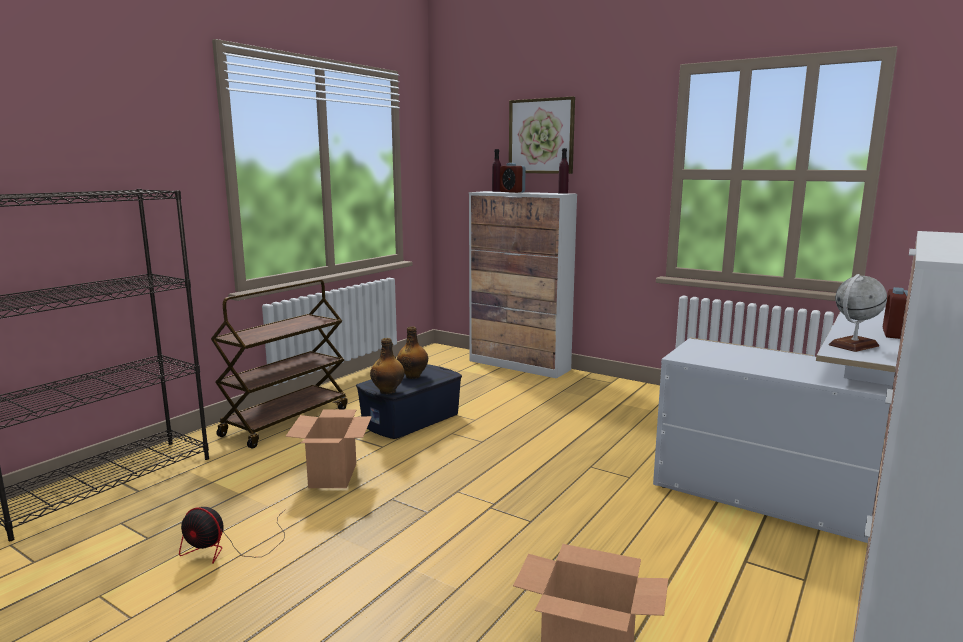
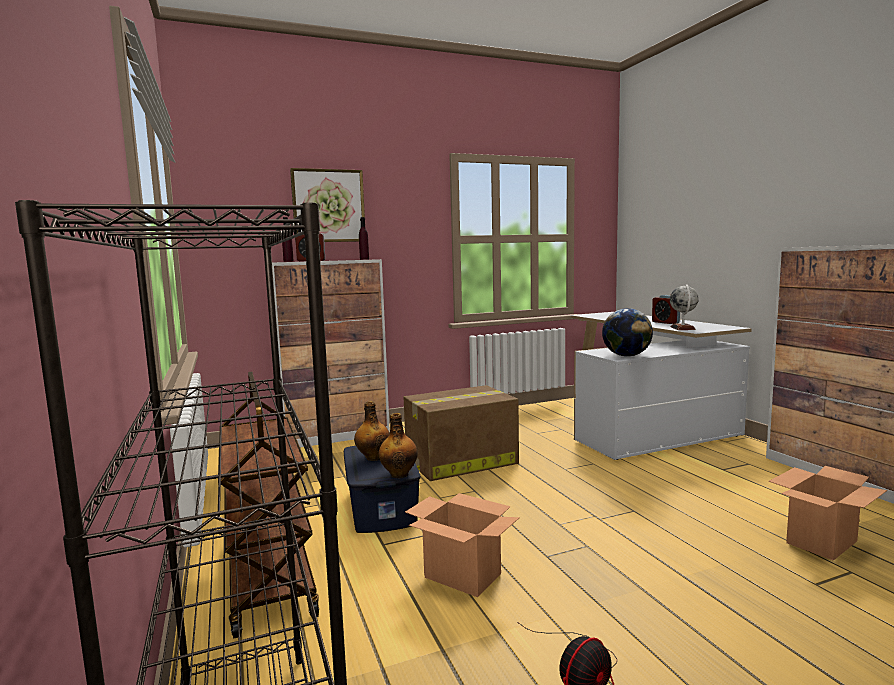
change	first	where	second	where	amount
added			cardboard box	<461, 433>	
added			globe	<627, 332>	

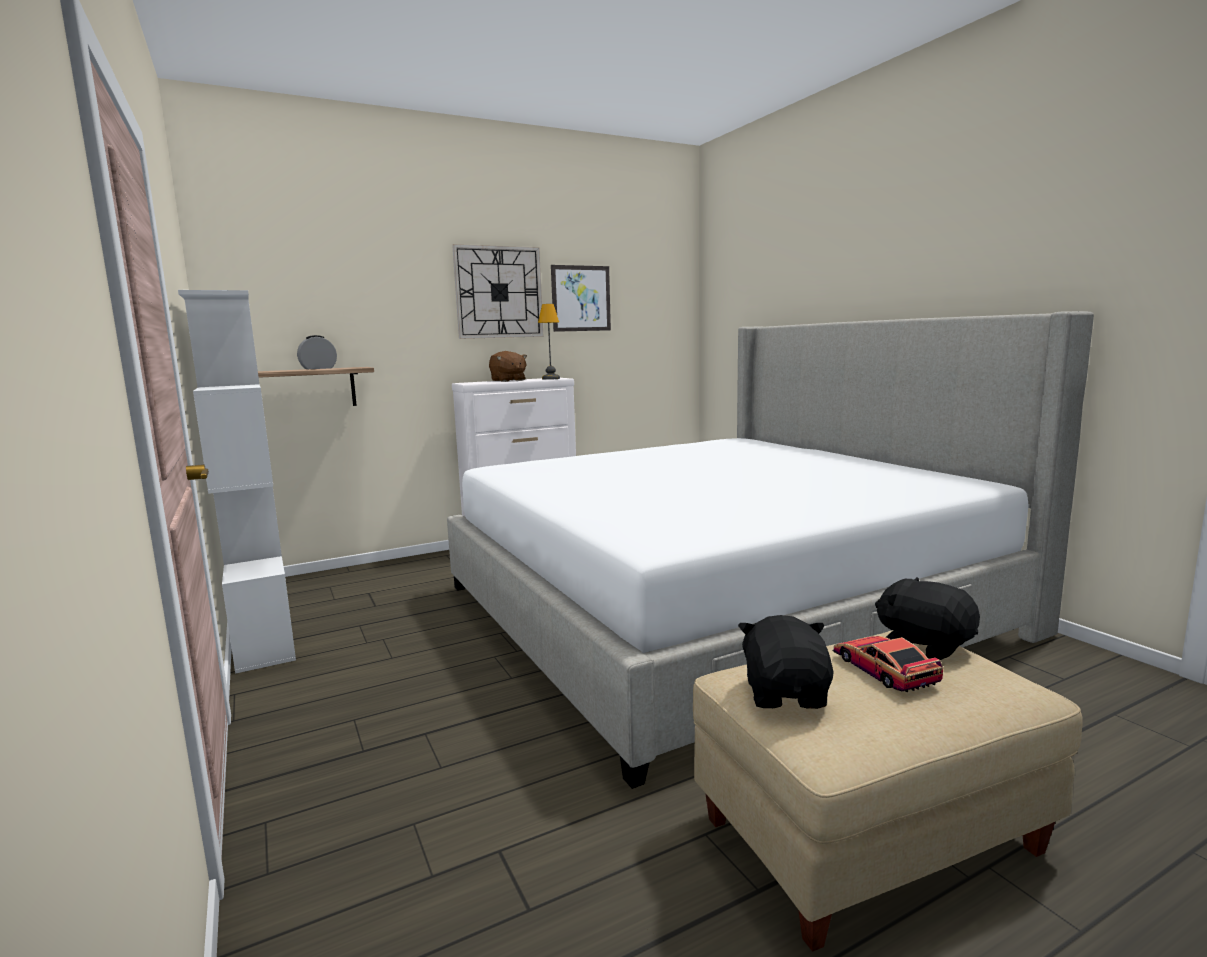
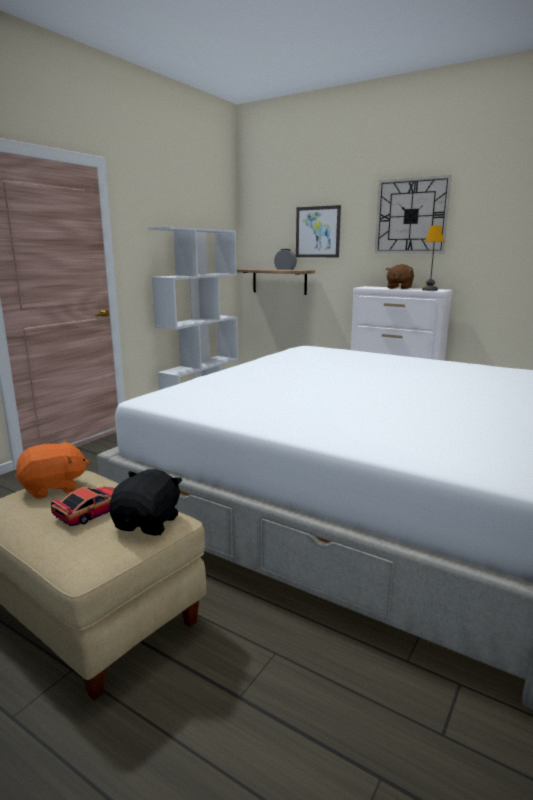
change	first	where	second	where	amount
moved	picture	<581, 298>		<318, 231>	
recoloured	black plush toy	<786, 662>	orange plush toy	<52, 469>	

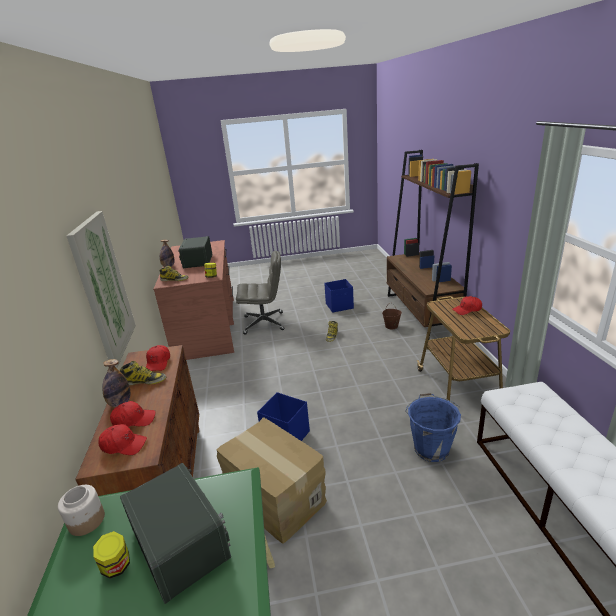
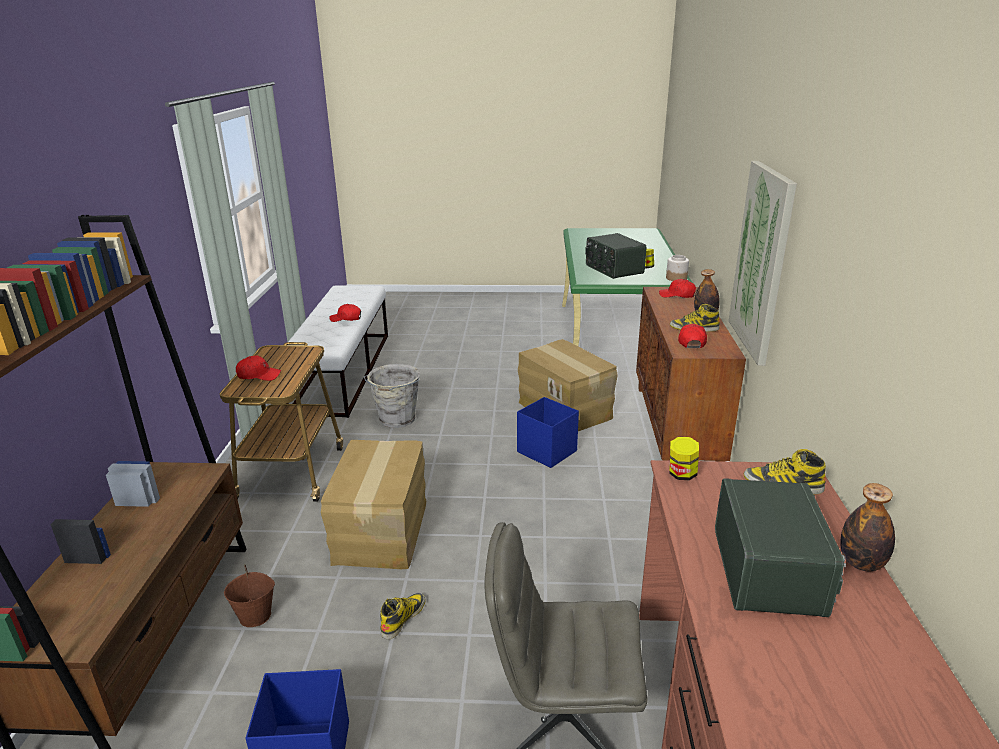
change	first	where	second	where	amount
moved	red cap	<133, 414>		<345, 313>	
recoloured	blue bucket	<433, 427>	grey bucket	<392, 396>	
added			cardboard box	<373, 504>	

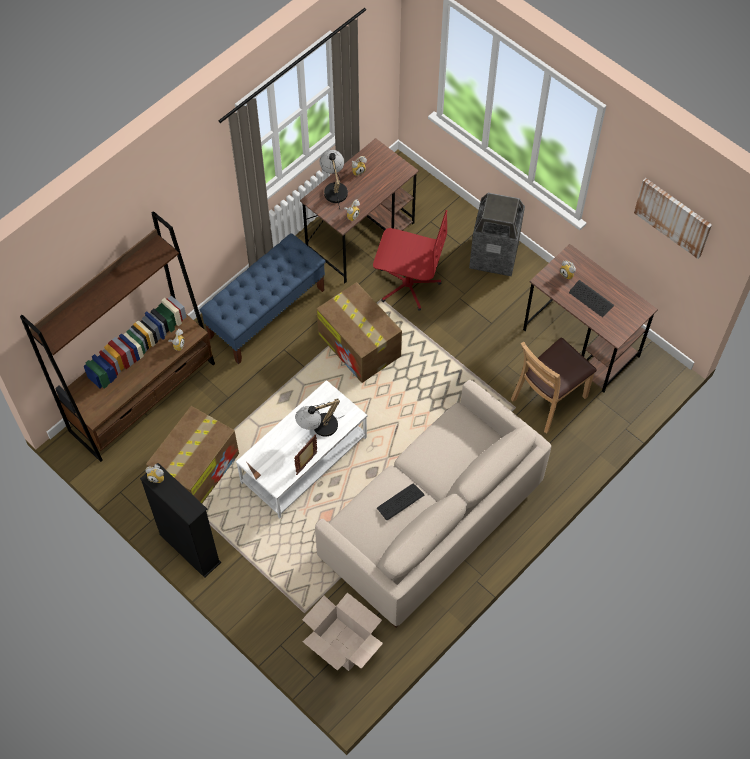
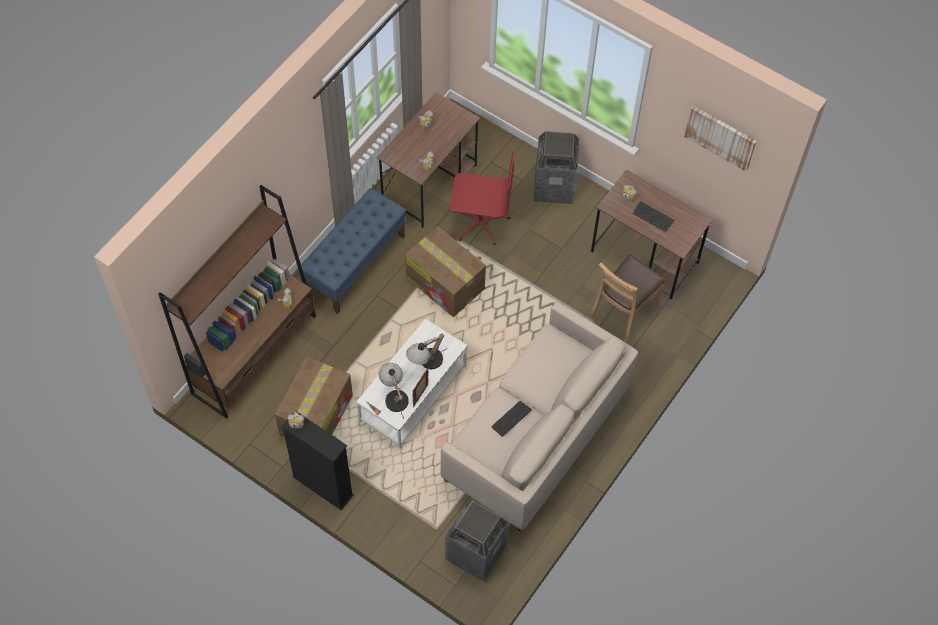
change	first	where	second	where	amount
replaced	cardboard box	<342, 632>	trash can	<477, 540>	
moved	table lamp	<334, 179>		<394, 391>	

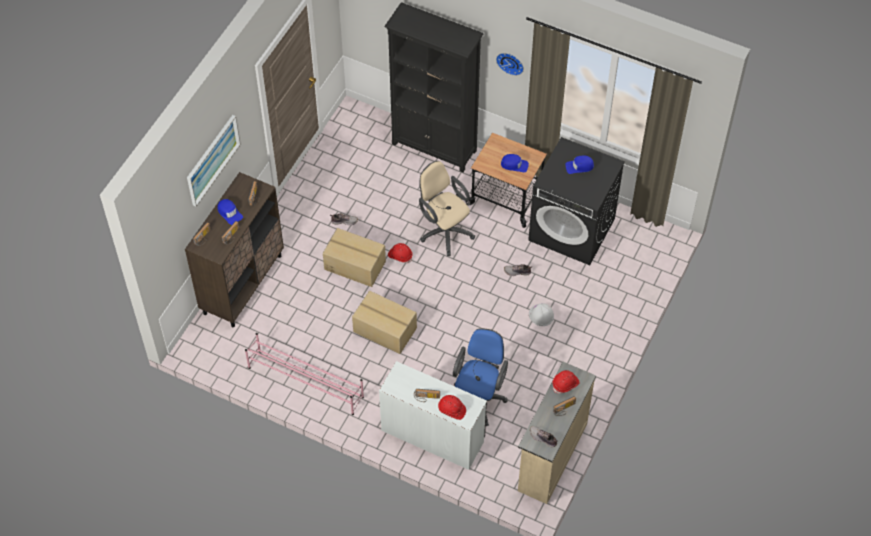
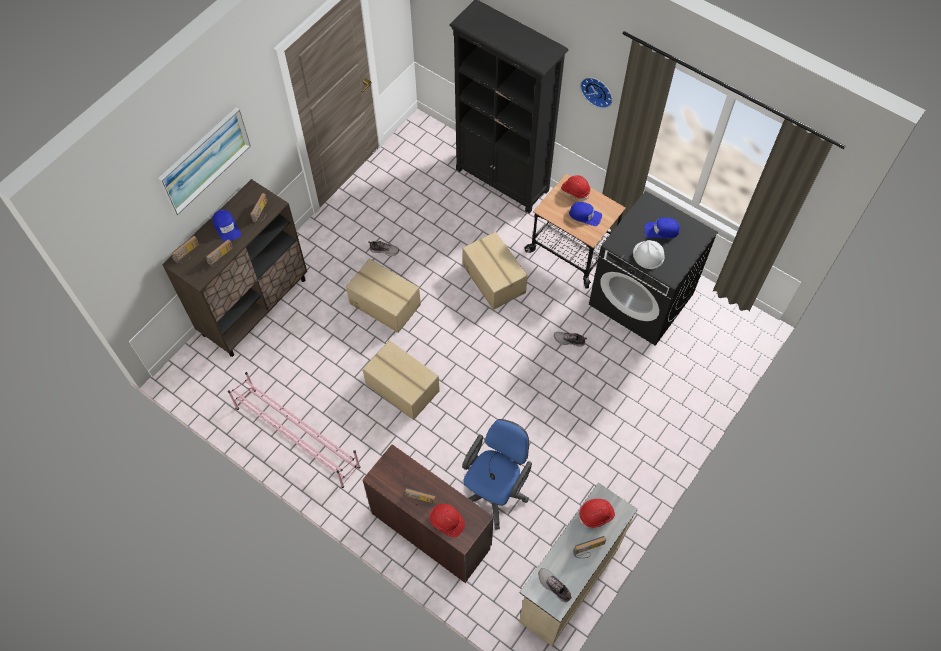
change	first	where	second	where	amount
recoloured	white desk	<433, 415>	brown desk	<428, 513>	
moved	red hard hat	<400, 253>		<576, 187>	
replaced	beige office chair	<447, 208>	cardboard box	<495, 271>	
moved	white hard hat	<541, 314>		<649, 254>	

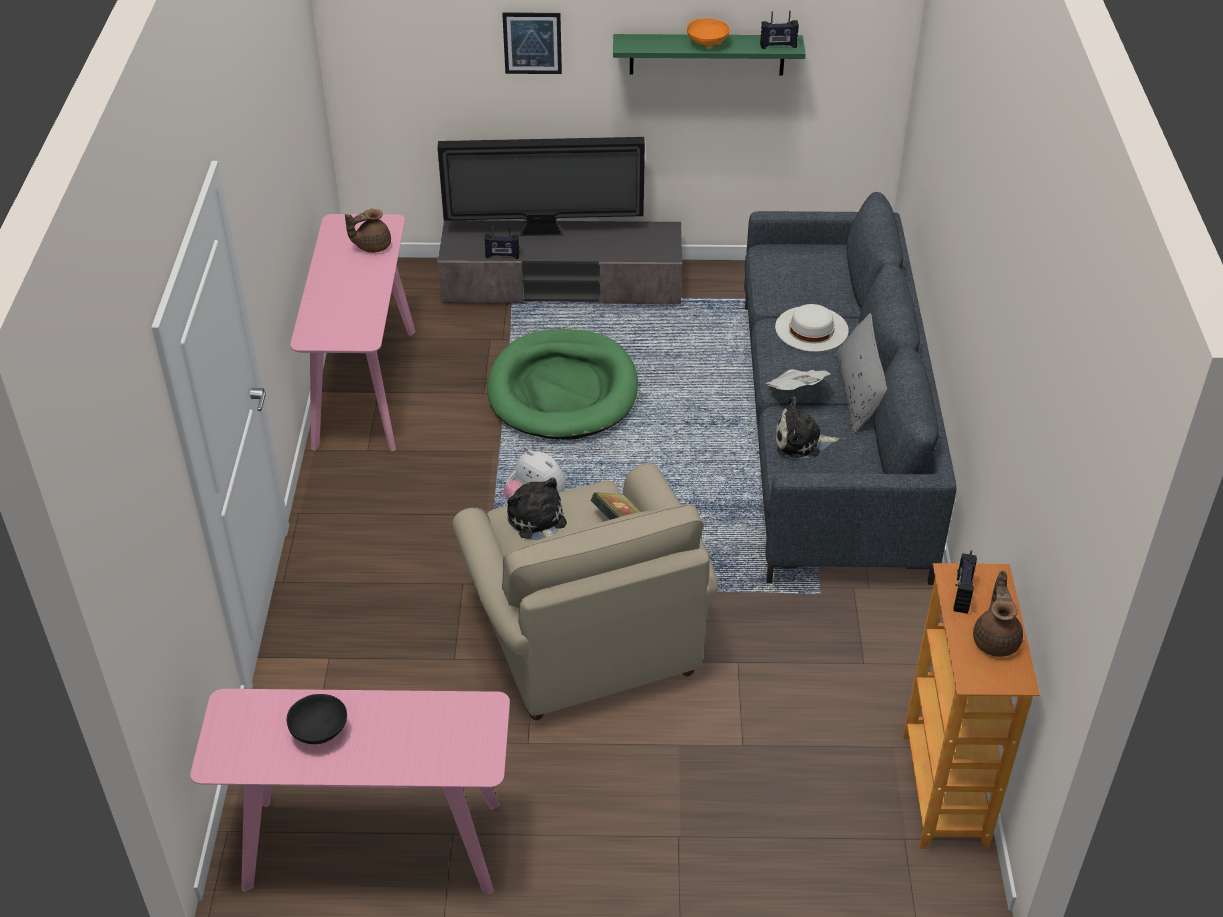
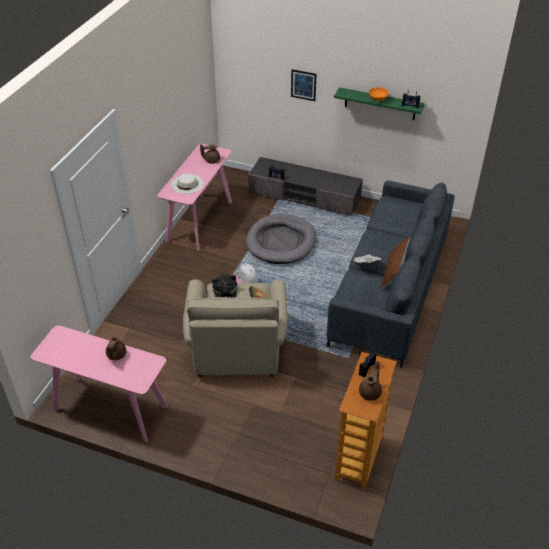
change	first	where	second	where	amount
removed	black bowl	<317, 719>			
removed	television	<541, 186>			
recoloured	green dog bed	<562, 384>	grey dog bed	<281, 239>	
moved	white hat	<812, 328>		<187, 183>	
removed	plush toy	<807, 427>			
recoloured	grey pillow	<860, 374>	brown pillow	<395, 263>	
added			brown teapot	<116, 347>	

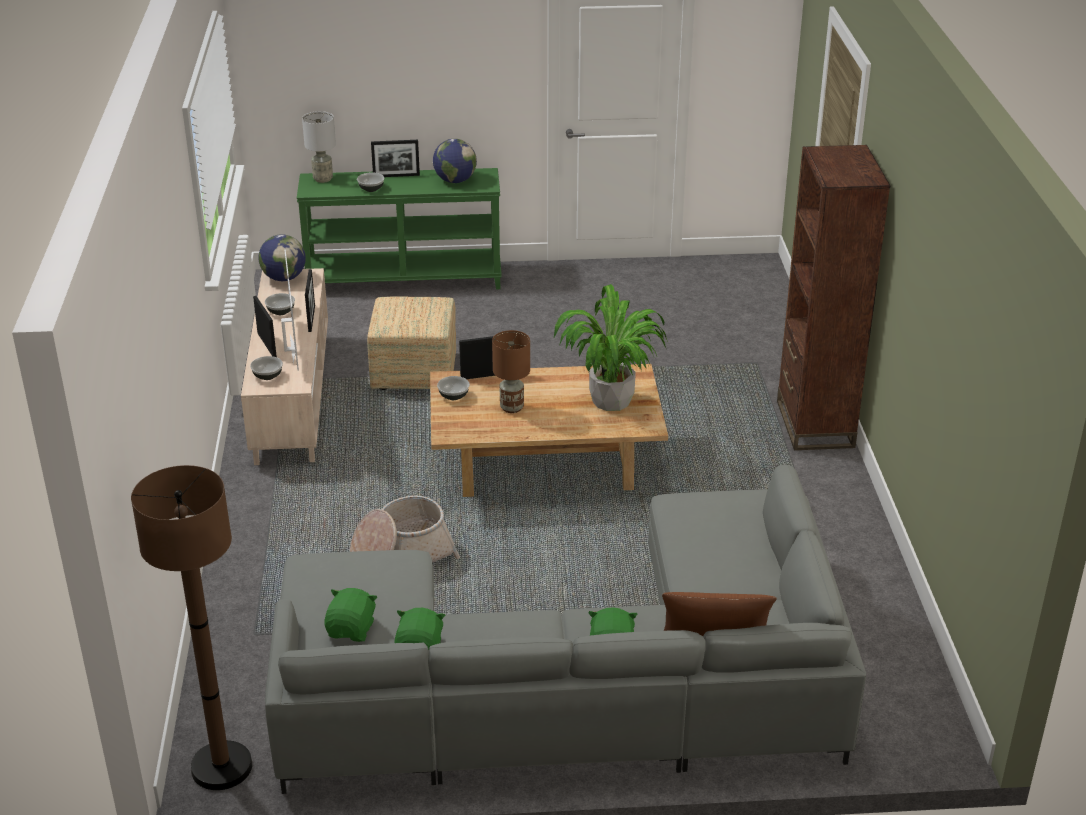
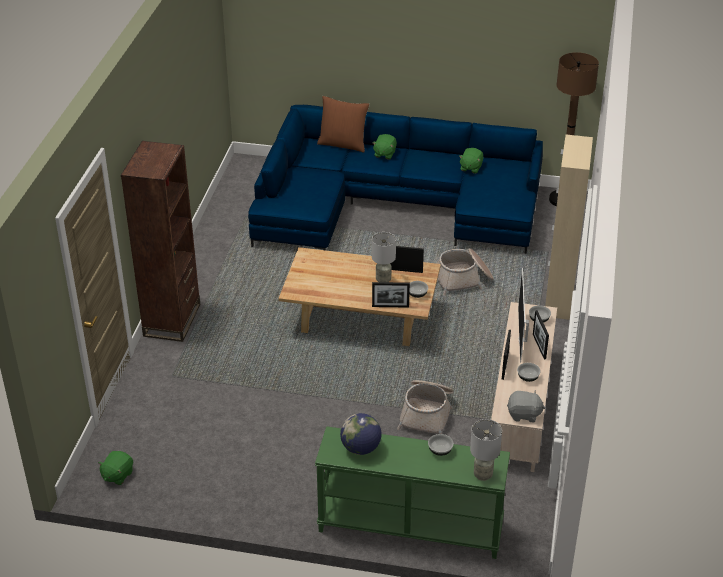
change	first	where	second	where	amount
replaced	globe	<282, 257>	grey plush toy	<526, 406>	
recoloured	grey sofa	<565, 629>	blue sofa	<395, 179>	
moved	green plush toy	<350, 615>		<115, 468>	
replaced	ottoman	<411, 343>	basket	<425, 407>	
moved	picture frame	<395, 158>		<407, 259>	
recoloured	brown table lamp	<511, 371>	grey table lamp	<384, 257>	
removed	potted plant	<611, 347>			
added			beige cabinet	<569, 227>	

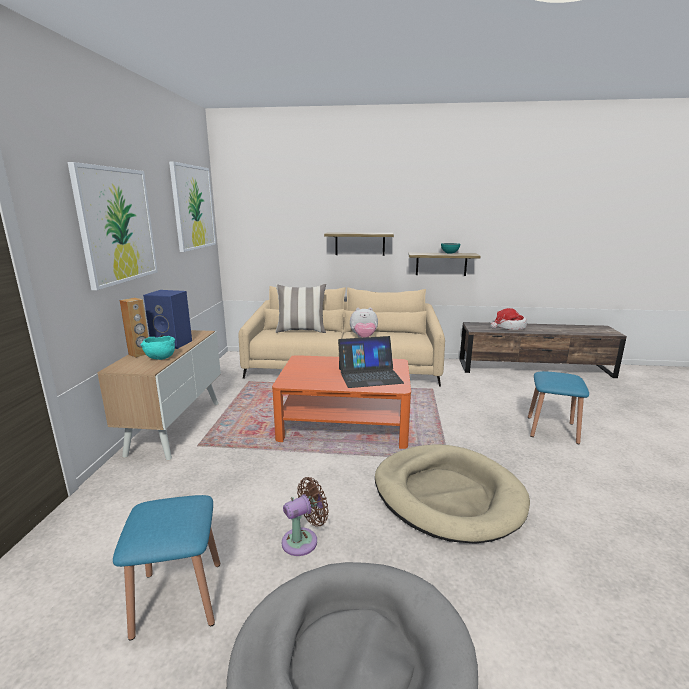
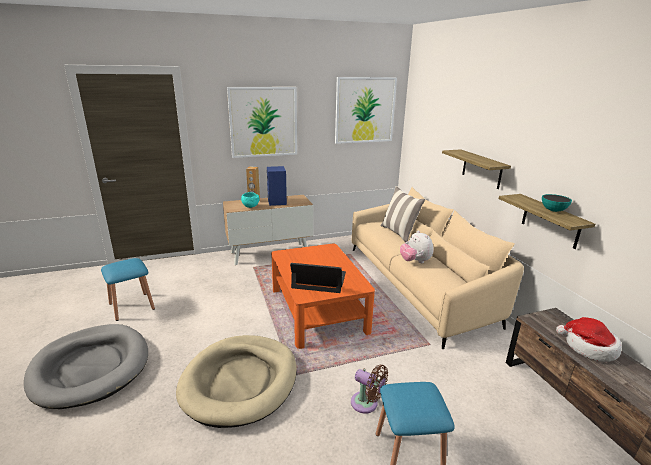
change	first	where	second	where	amount
moved	brown fan	<305, 516>		<369, 389>	
turned	laptop	<371, 362>		<318, 278>	135 degrees clockwise

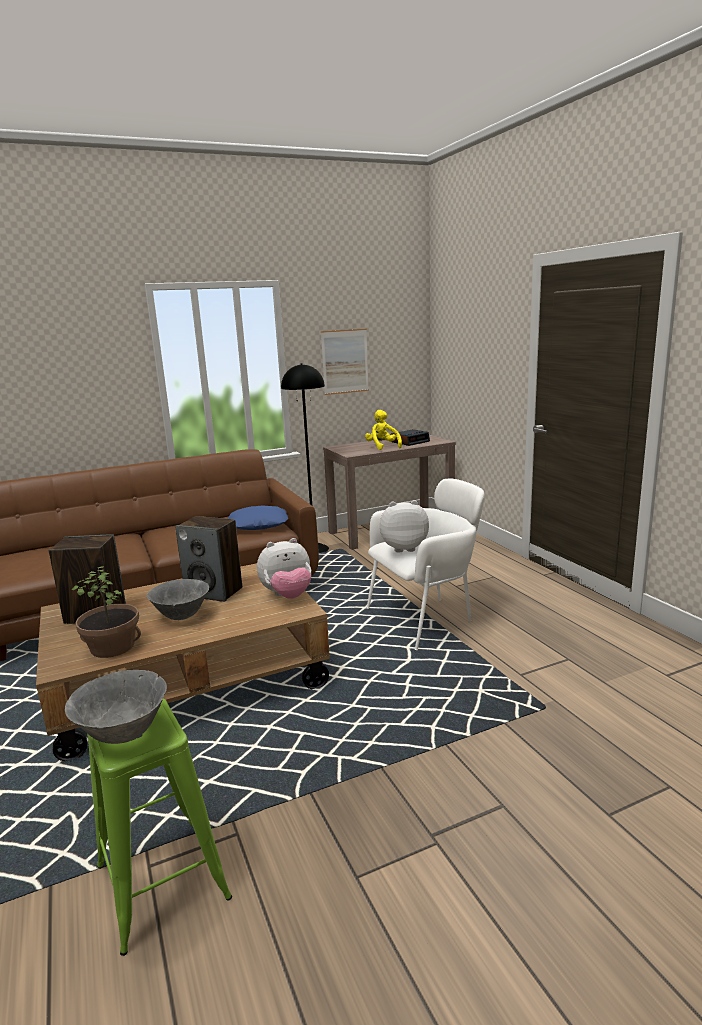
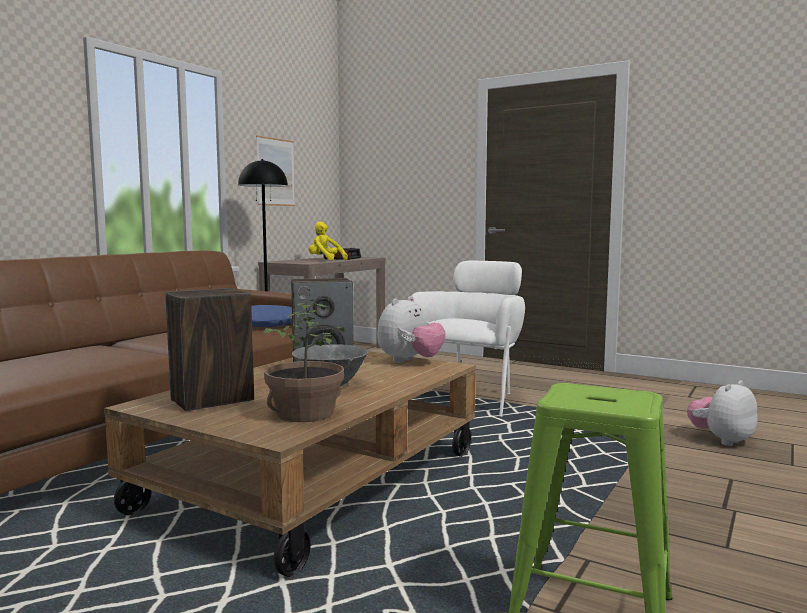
change	first	where	second	where	amount
removed	grey bowl	<116, 707>			
moved	plush toy	<404, 526>		<722, 413>	

